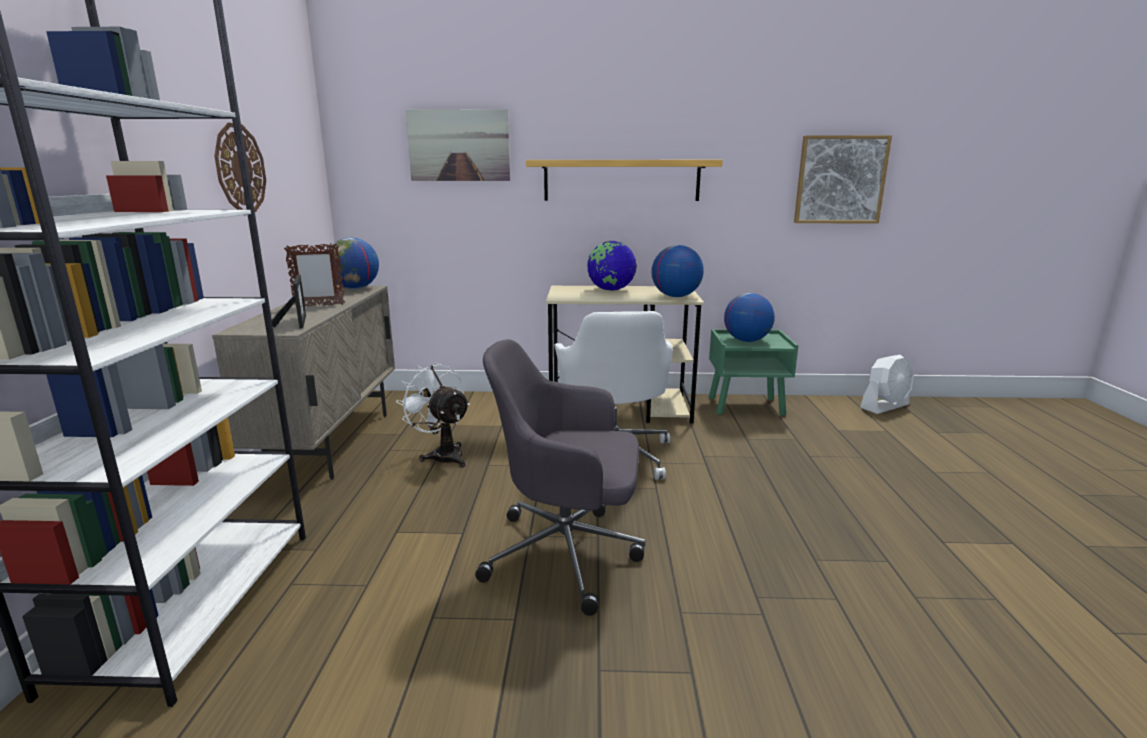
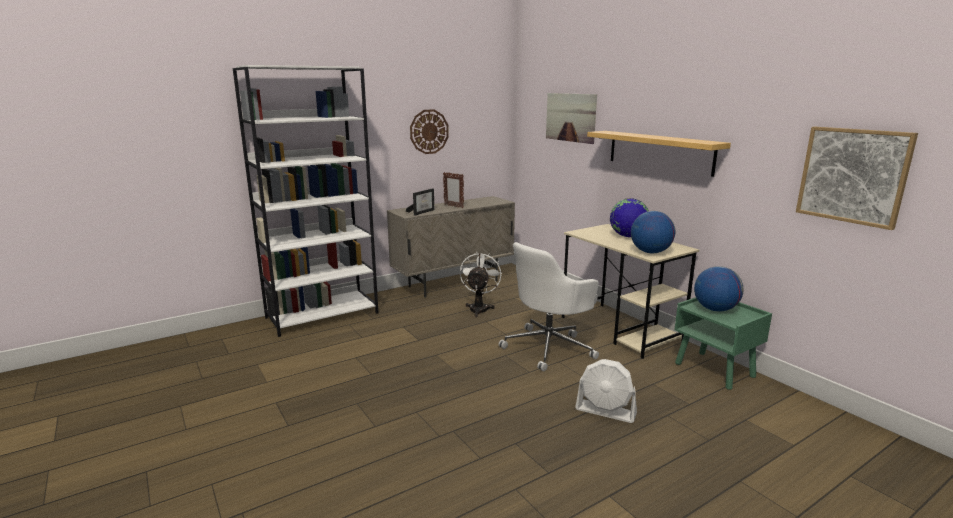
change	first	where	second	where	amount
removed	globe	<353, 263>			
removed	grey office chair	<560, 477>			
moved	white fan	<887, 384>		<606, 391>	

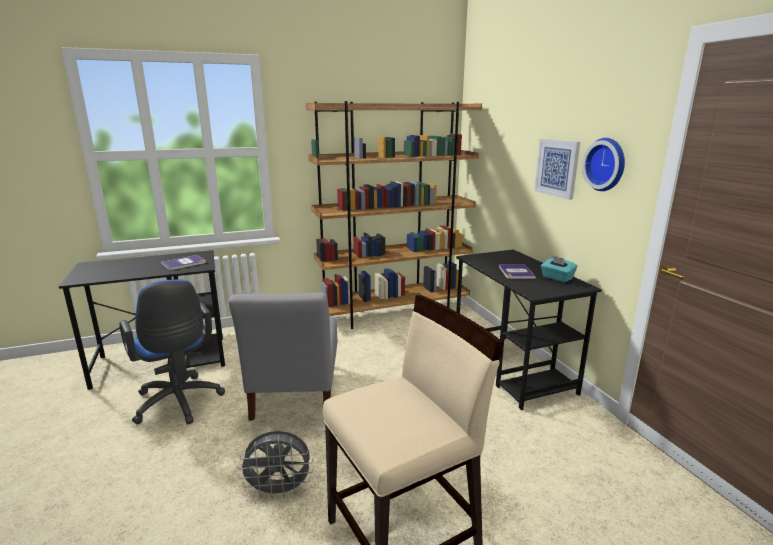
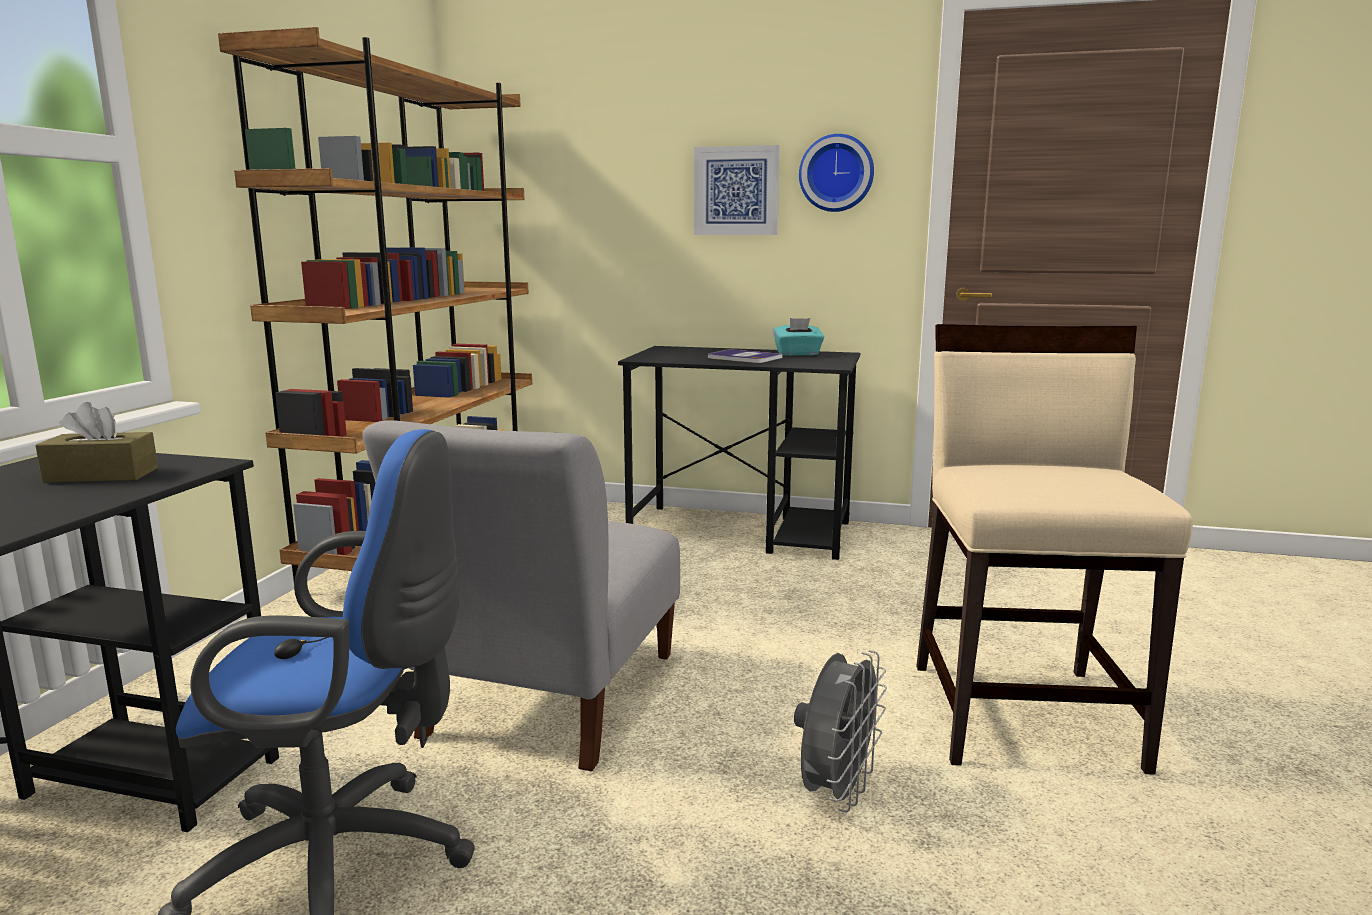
change	first	where	second	where	amount
replaced	book	<183, 262>	brown tissue box	<96, 442>	
turned	grey chair	<282, 357>		<521, 595>	75 degrees clockwise

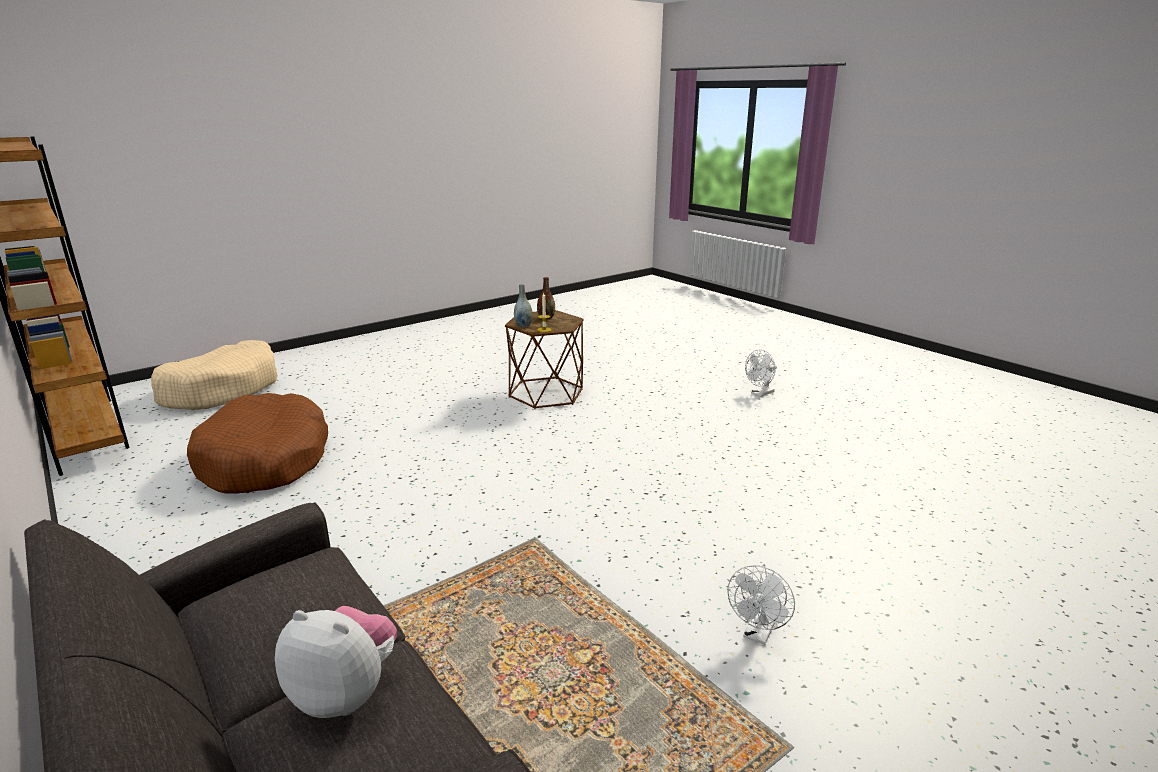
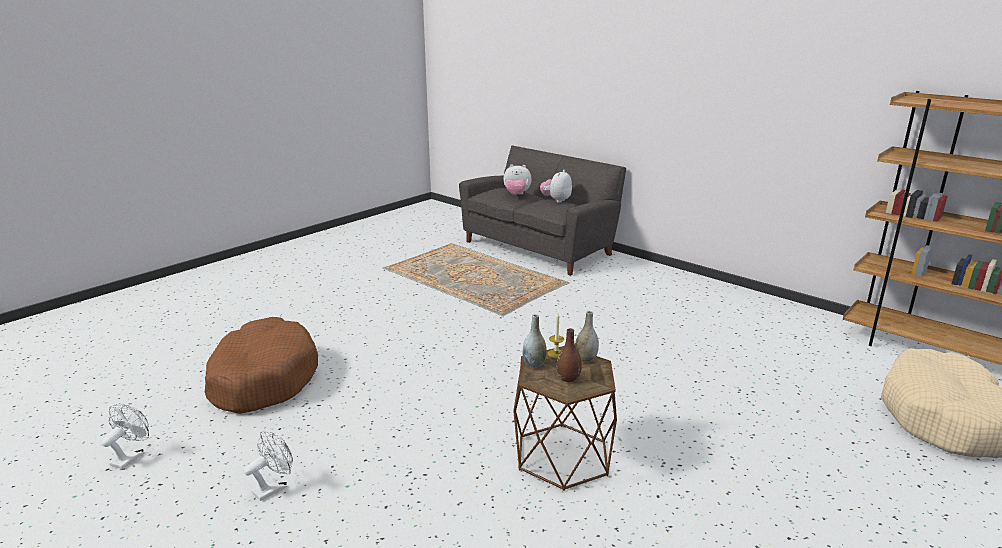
change	first	where	second	where	amount
moved	brown dog bed	<257, 443>		<261, 365>	
moved	white fan	<761, 605>		<125, 436>	
added			grey vase	<535, 341>	
added			plush toy	<556, 186>	

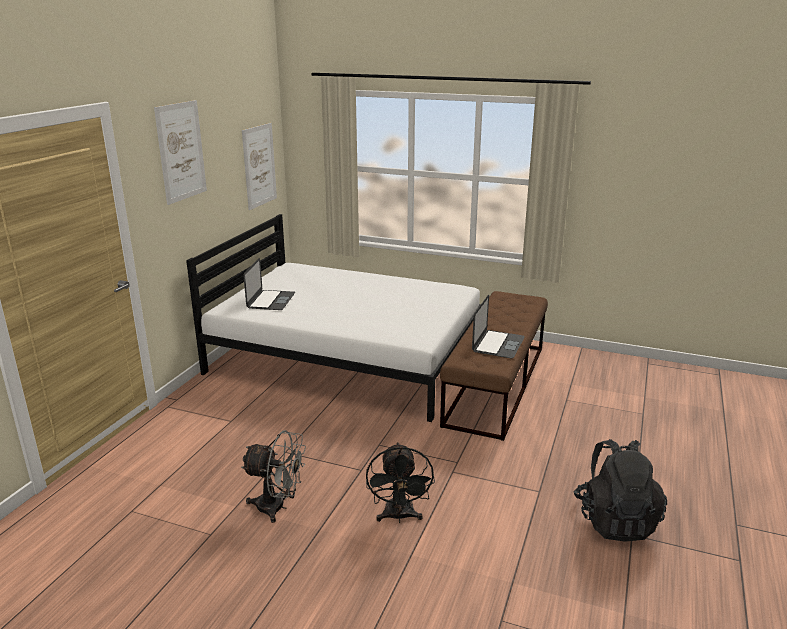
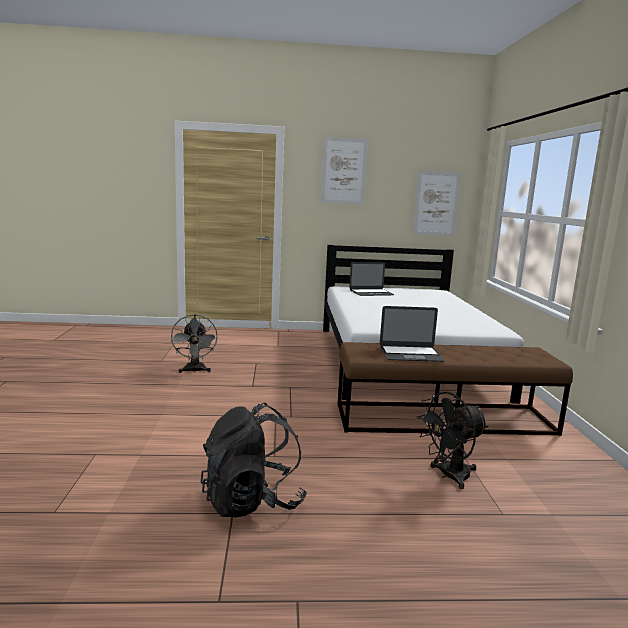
change	first	where	second	where	amount
moved	black fan	<400, 482>		<452, 440>	

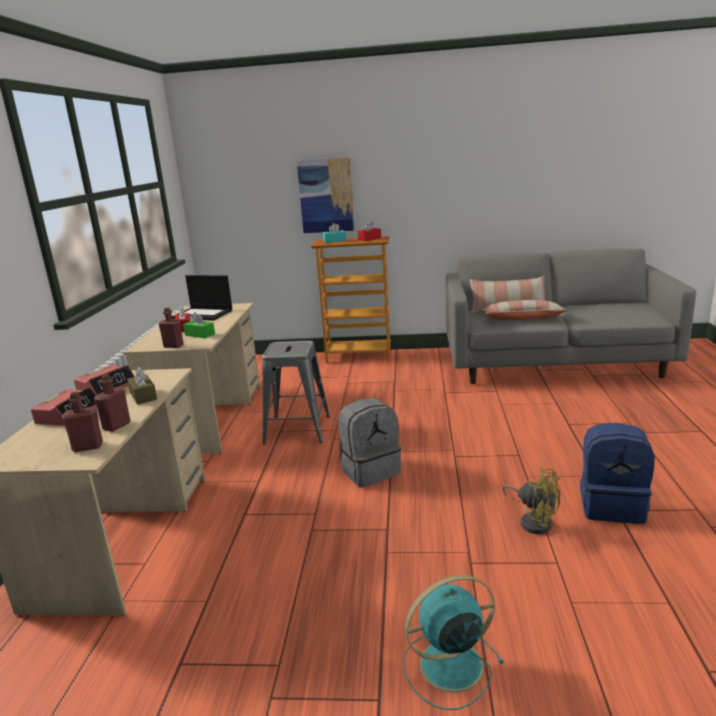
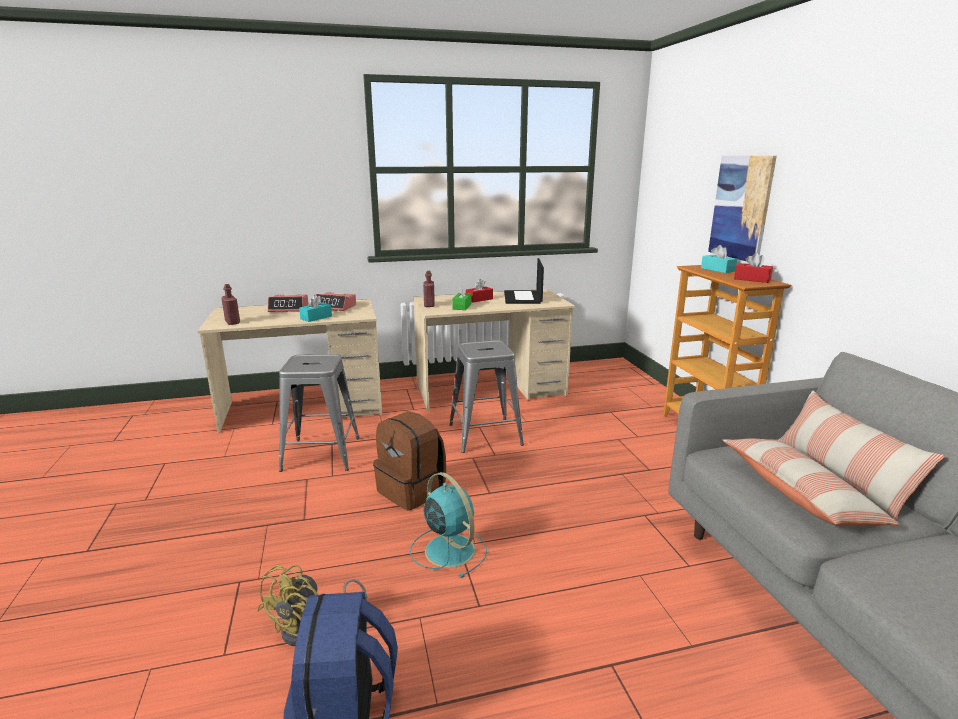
change	first	where	second	where	amount
removed	red bottle	<112, 403>			
recoloured	brown tissue box	<142, 386>	turquoise tissue box	<315, 308>	
recoloured	grey backpack	<369, 442>	brown backpack	<409, 461>	
moved	turquoise fan	<453, 642>		<448, 525>	
added			grey stool	<319, 413>	

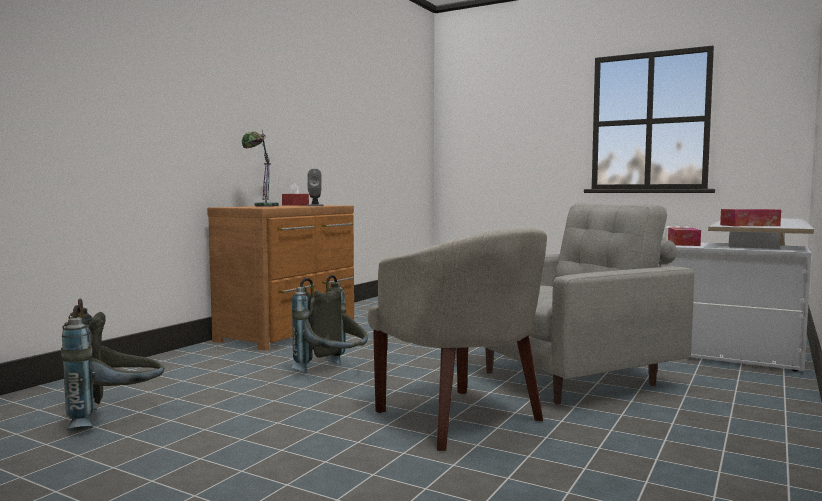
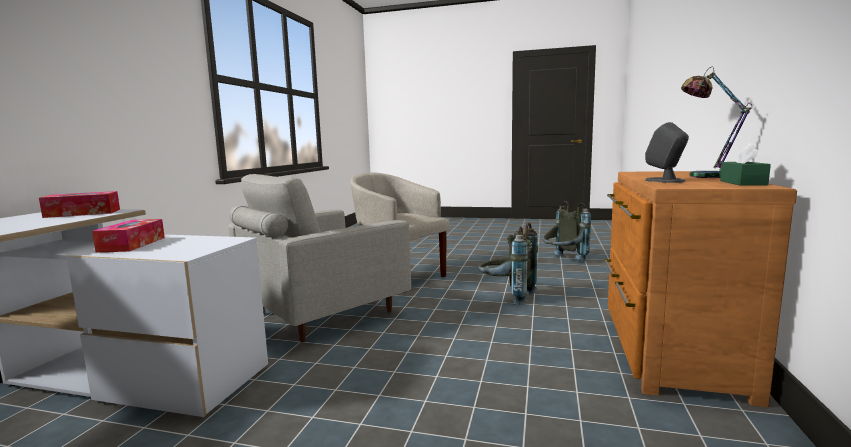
change	first	where	second	where	amount
recoloured	red tissue box	<295, 194>	green tissue box	<745, 164>	

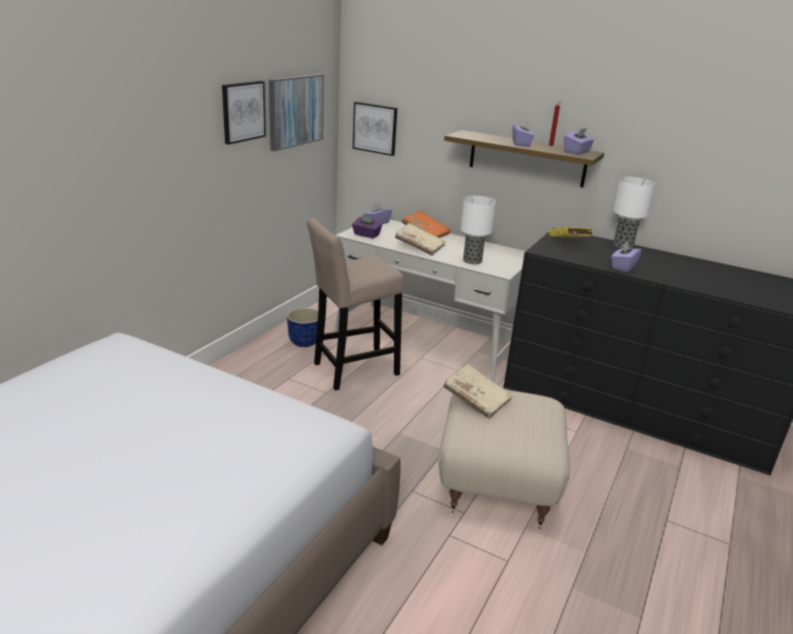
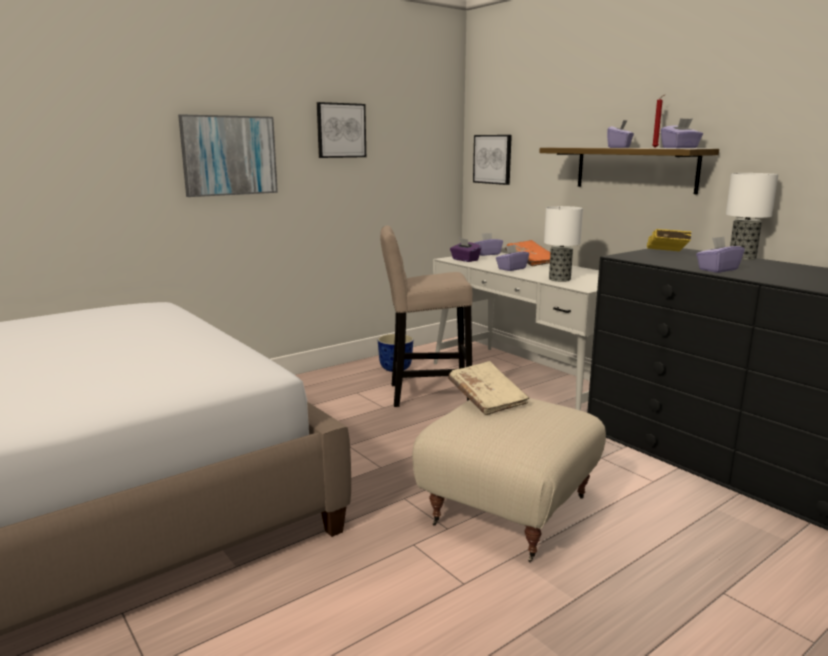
change	first	where	second	where	amount
moved	picture	<296, 112>		<228, 155>	
replaced	beige book	<420, 239>	purple tissue box	<512, 258>	

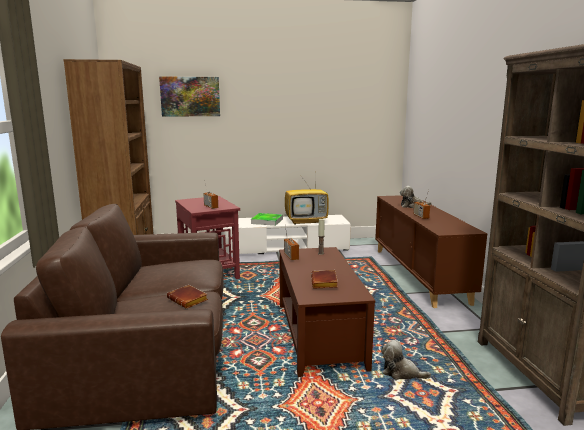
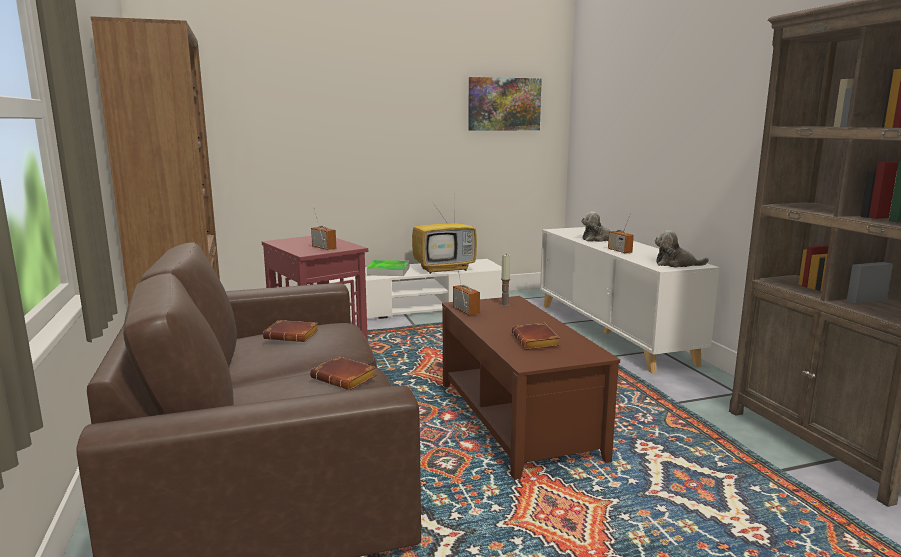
change	first	where	second	where	amount
moved	picture	<189, 97>		<505, 104>	
recoloured	brown cabinet	<431, 251>	white cabinet	<630, 300>	
moved	plush toy	<406, 360>		<682, 248>	
added			brown book	<291, 331>	

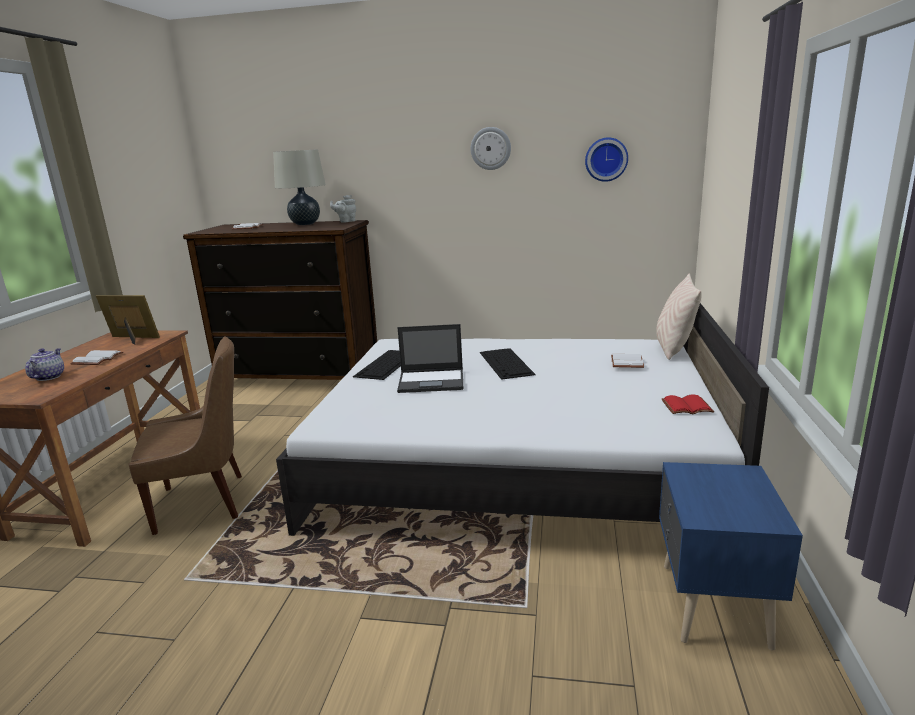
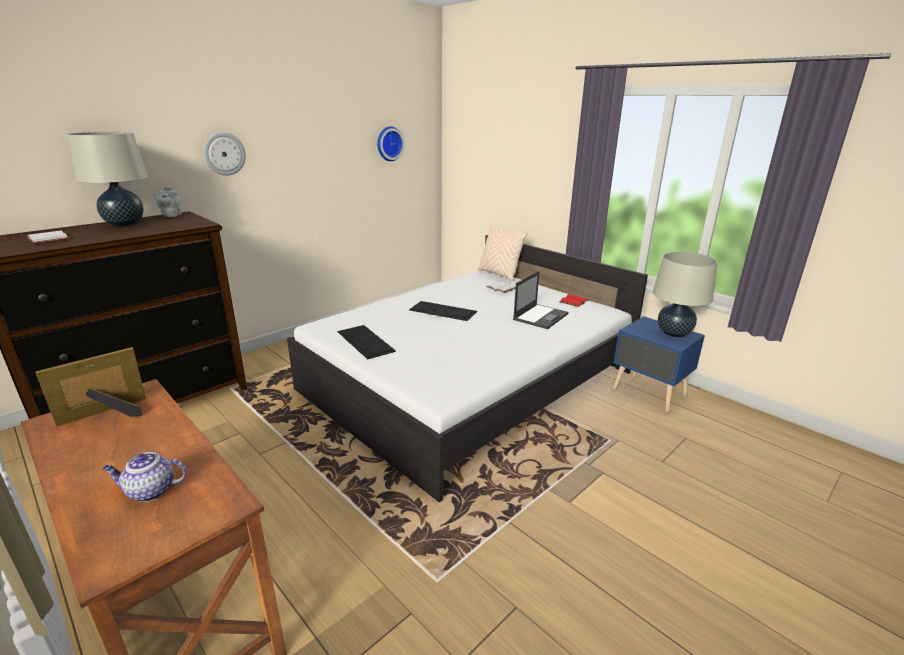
change	first	where	second	where	amount
turned	teapot	<44, 364>		<144, 477>	45 degrees counterclockwise
removed	white book	<96, 357>			
removed	brown chair	<185, 435>			
moved	laptop	<430, 358>		<541, 300>	
moved	wall clock	<490, 148>		<225, 154>	
added			beige table lamp	<685, 294>	

